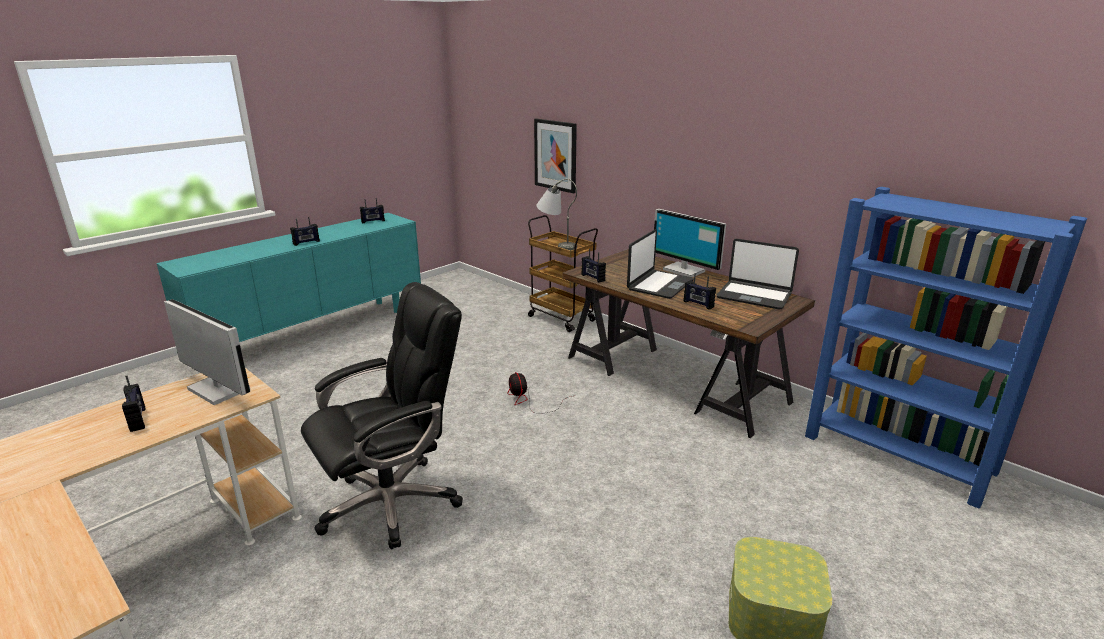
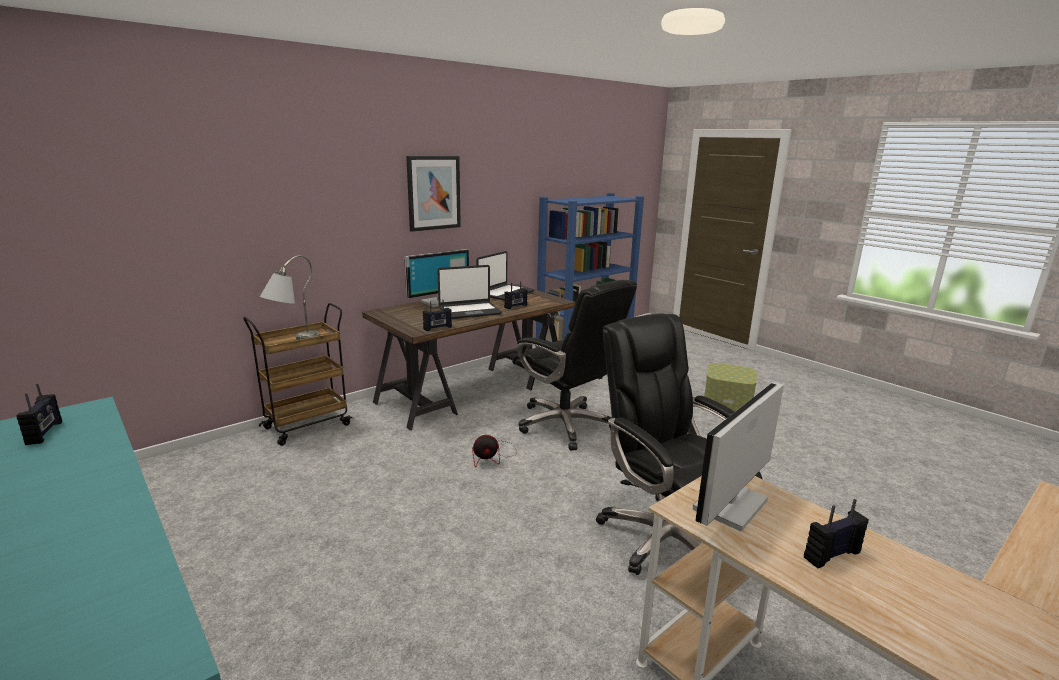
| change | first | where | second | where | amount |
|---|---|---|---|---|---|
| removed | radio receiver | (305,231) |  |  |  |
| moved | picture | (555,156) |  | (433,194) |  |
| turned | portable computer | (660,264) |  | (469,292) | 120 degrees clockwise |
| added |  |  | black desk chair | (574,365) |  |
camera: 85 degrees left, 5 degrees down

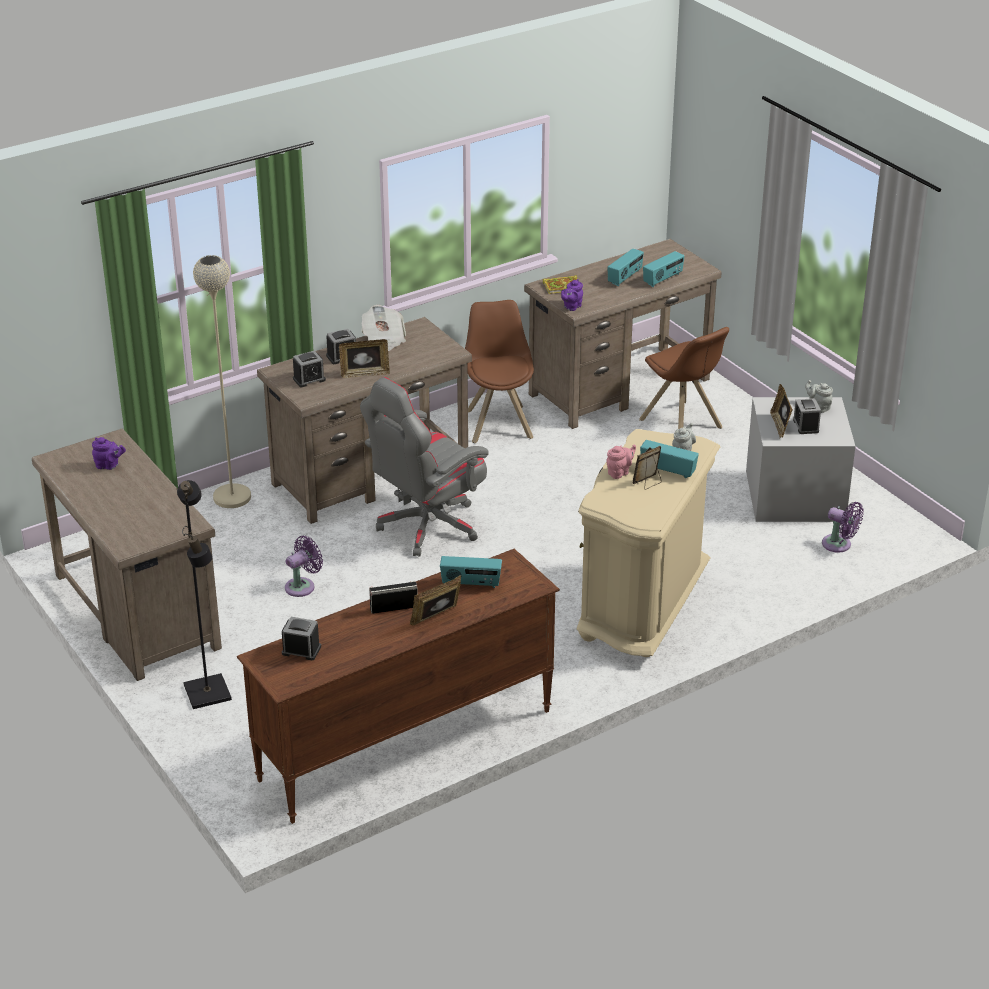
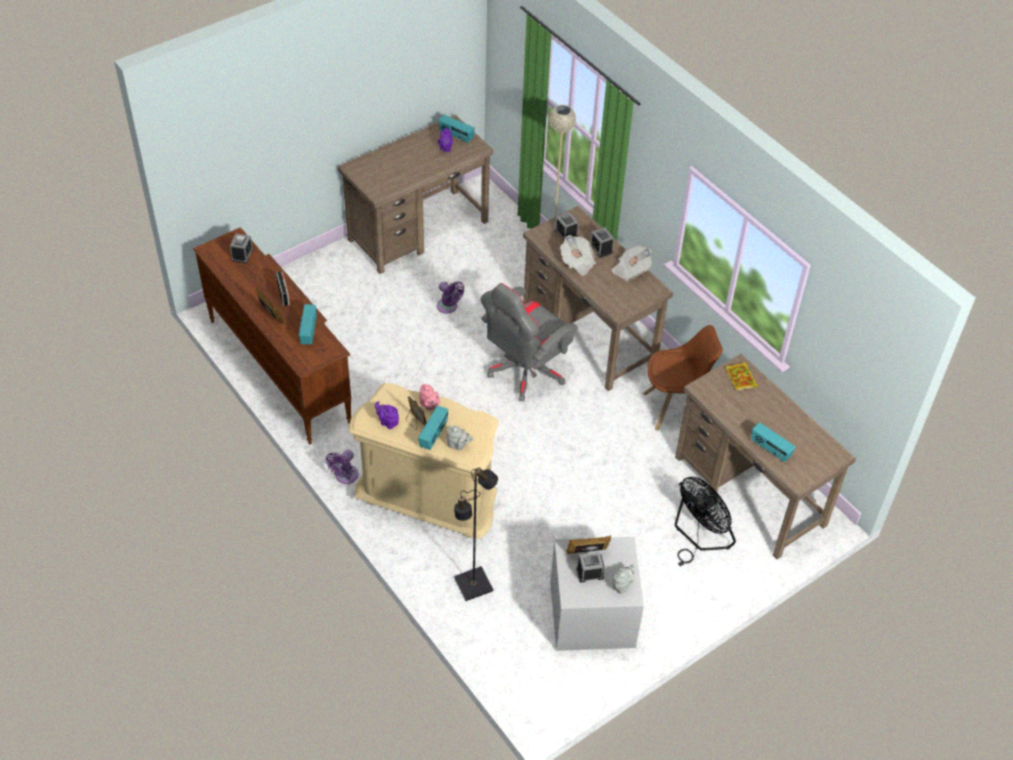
| change | first | where | second | where | amount |
|---|---|---|---|---|---|
| moved | black standing lamp | (204,594) |  | (476,534) |  |
| replaced | photo frame | (364,358) | printed paper | (578,255) |  |
| turned | grey desk chair | (424,466) |  | (529,342) | 90 degrees counterclockwise |
| moved | purple tea pot | (572,295) |  | (387,415) |  |
| moved | radio receiver | (626,267) |  | (457,129) |  |
| replaced | brownish upright chair | (684,378) | black cooling fan | (705,521) |  |
| moved | purple cooling fan | (843,527) |  | (342,467) |  |
camera: 85 degrees right, 15 degrees up

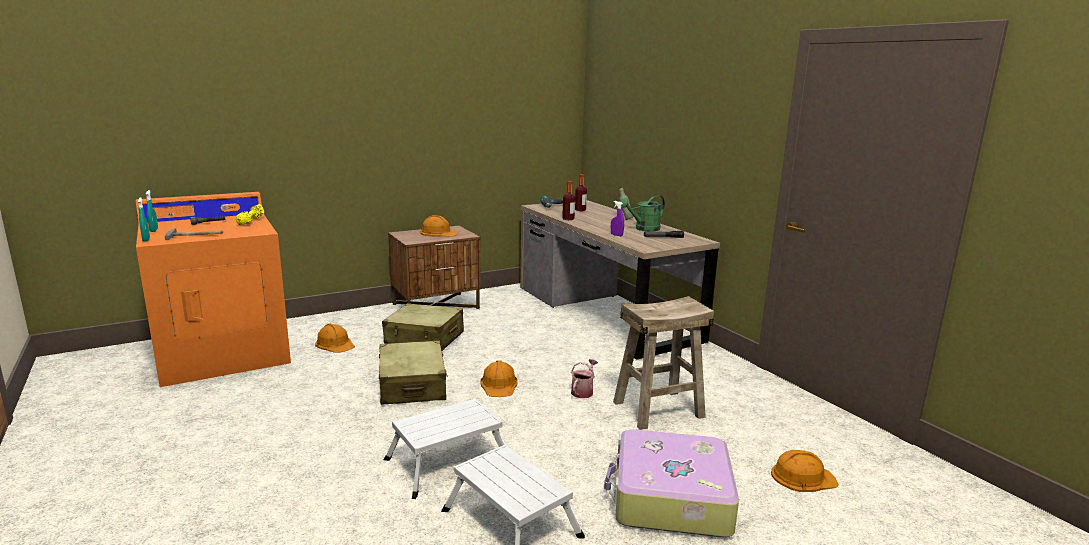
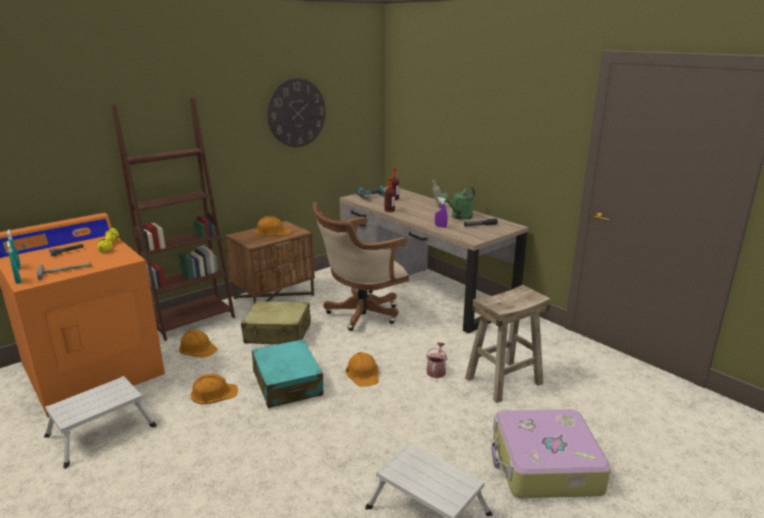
| change | first | where | second | where | amount |
|---|---|---|---|---|---|
| recoloured | beige travel case | (413,372) | turquoise-coloured travel case | (287,373) |  |
| moved | white step stool | (443,448) |  | (100,422) |  |
| moved | orangey safety helmet | (805,471) |  | (214,389) |  |
| added |  |  | brownish bookshelf | (173,219) |  |
| added |  |  | clock on the wall | (296,112) |  |
| added |  |  | desk chair | (360,266) |  |
camera: 10 degrees left, 5 degrees up

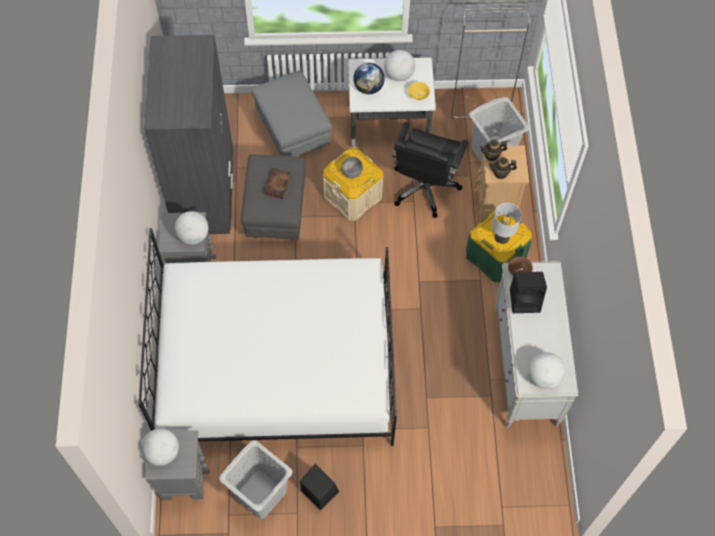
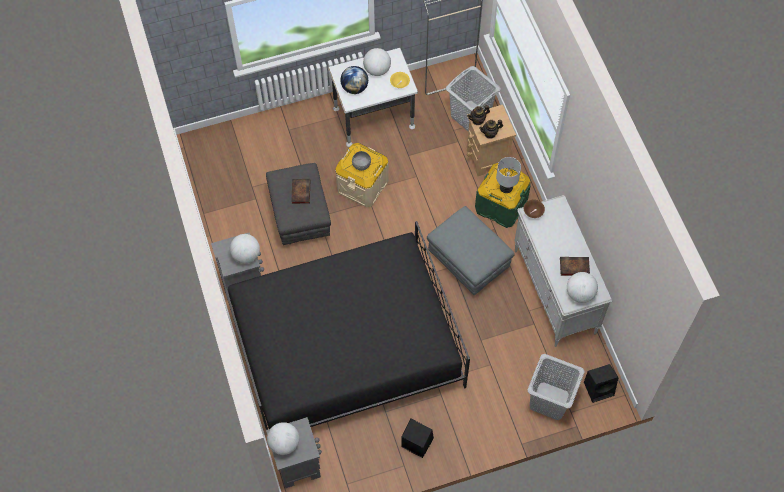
| change | first | where | second | where | amount |
|---|---|---|---|---|---|
| recoloured | white bedroom bed | (267,337) | black bedroom bed | (343,325) |  |
| removed | grey wardrobe | (188,134) |  |  |  |
| moved | grey washing basket | (256,479) |  | (556,387) |  |
| moved | grey pouffe | (291,113) |  | (471,251) |  |
| removed | black desk chair | (430,170) |  |  |  |
| moved | black audio speaker | (528,292) |  | (601,383) |  |
| added |  |  | volume | (575,266) |  |
camera: 15 degrees left, 0 degrees up

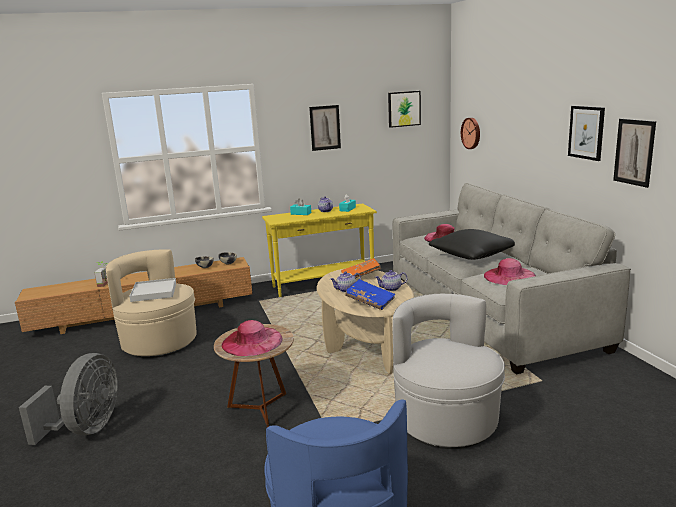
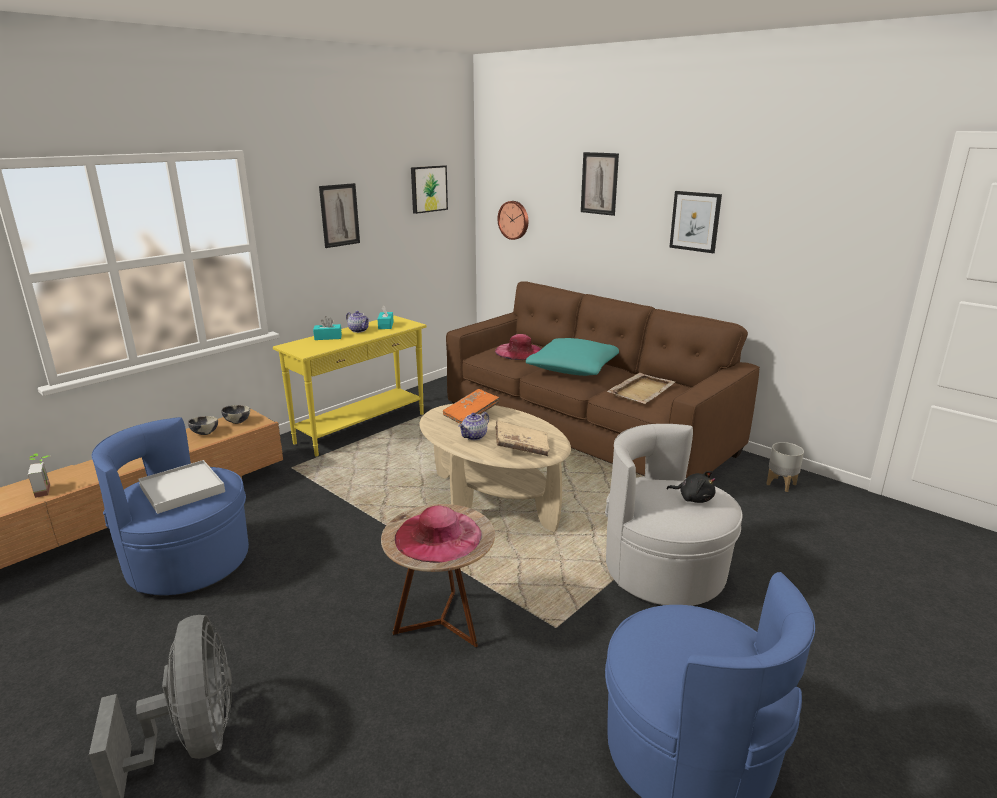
| change | first | where | second | where | amount |
|---|---|---|---|---|---|
| recoloured | beige lounge chair | (151,303) | bluish lounge chair | (170,507) |  |
| recoloured | bluish volume | (370,294) | beige volume | (522,438) |  |
| removed | tea pot | (391,280) |  |  |  |
| recoloured | grey settee | (511,278) | brownish settee | (603,379) |  |
| recoloured | black pillow | (472,244) | turquoise-coloured pillow | (572,357) |  |
| replaced | pinkish clothing hat | (510,271) | beige serving tray | (641,388) |  |
| moved | picture | (634,153) |  | (600,184) |  |
| added |  |  | black plush toy | (691,487) |  |
| added |  |  | grey plant pot | (785,467) |  |
camera: 30 degrees left, 5 degrees up

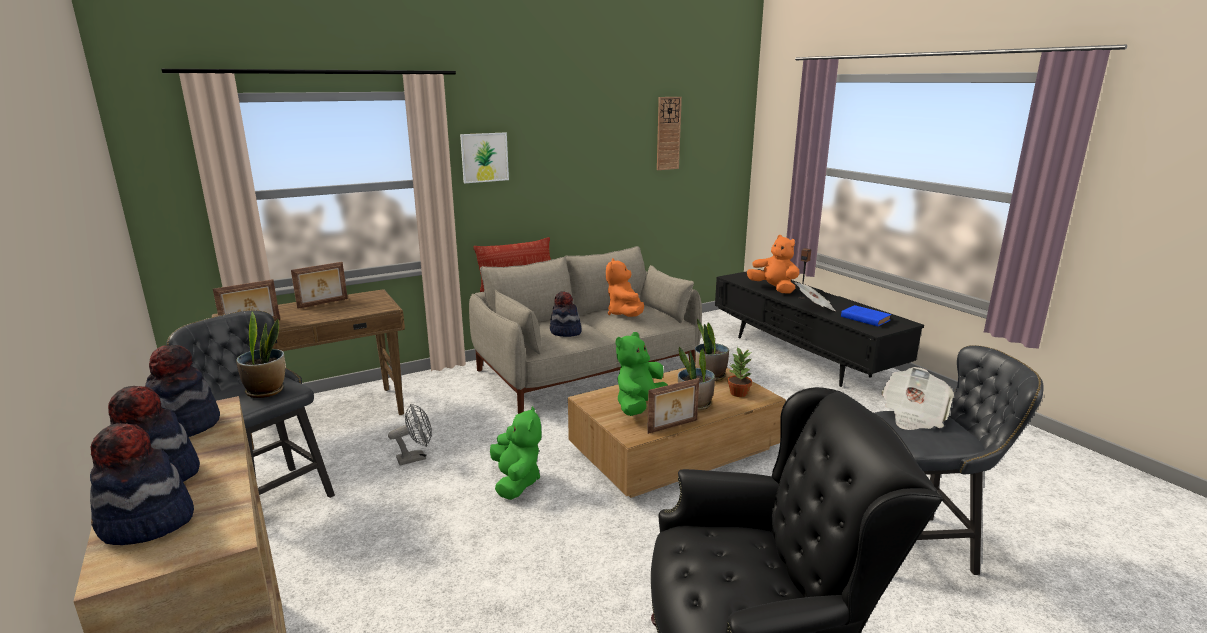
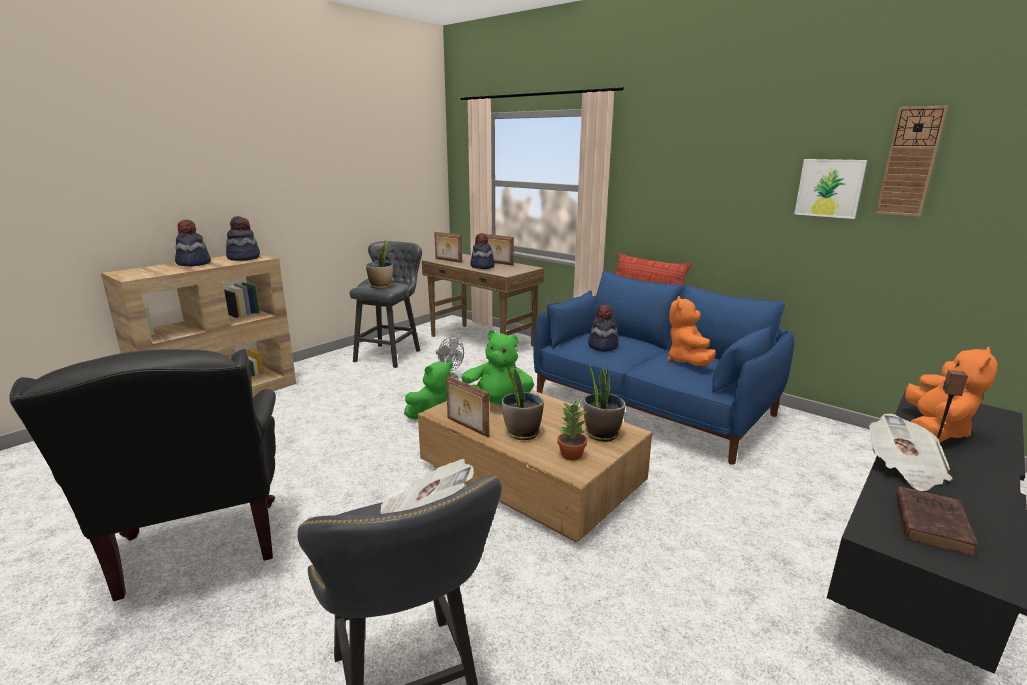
| change | first | where | second | where | amount |
|---|---|---|---|---|---|
| moved | clothing hat | (142,484) |  | (482,251) |  |
| moved | picture | (484,157) |  | (830,189) |  |
| recoloured | beige settee | (585,330) | bluish settee | (663,367) |  |
| turned | orangey plush toy | (625,287) |  | (691,331) | 60 degrees counterclockwise |
| recoloured | bluish volume | (866,315) | brownish volume | (937,521) |  |
camera: 70 degrees right, 0 degrees up

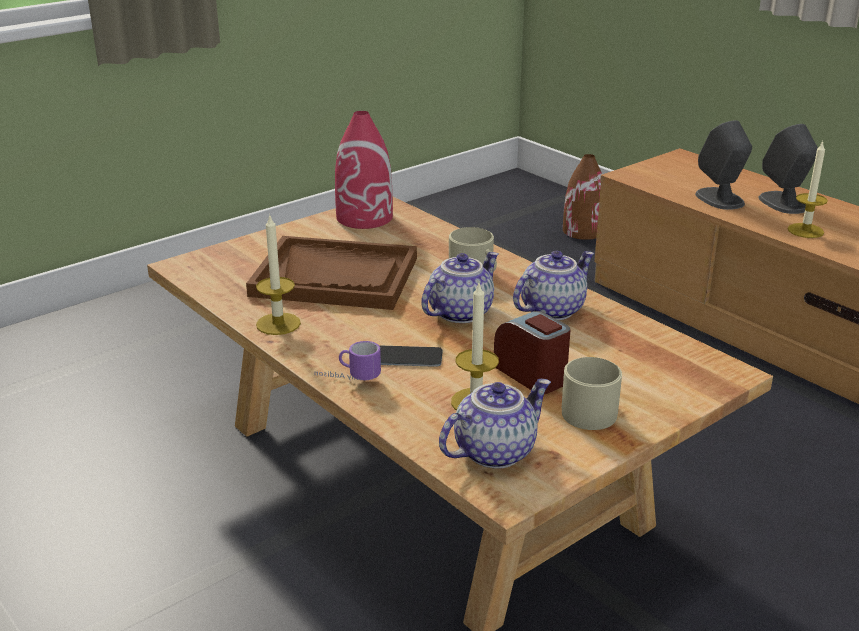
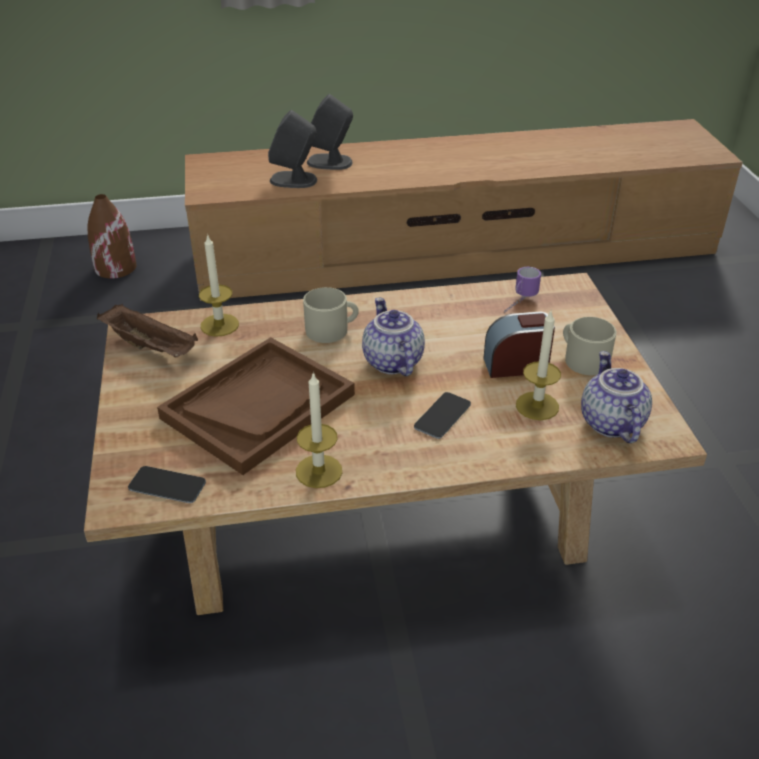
| change | first | where | second | where | amount |
|---|---|---|---|---|---|
| moved | coffee mug | (347,361) |  | (522,290) |  |
| replaced | red vase | (364,170) | brownish serving tray | (147,330) |  |
| removed | tea pot | (553,285) |  |  |  |
| moved | candle | (808,189) |  | (219,285) |  |
| added |  |  | handset | (167,484) |  |
camera: 60 degrees left, 10 degrees up

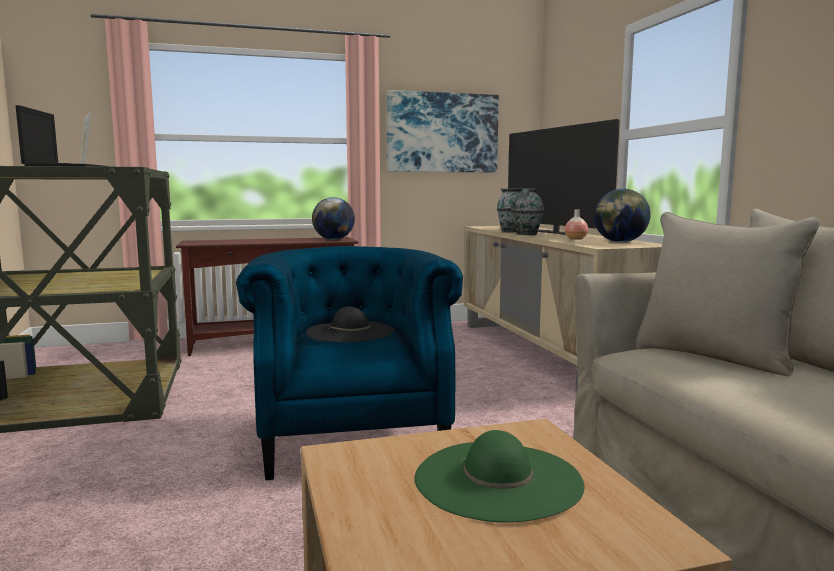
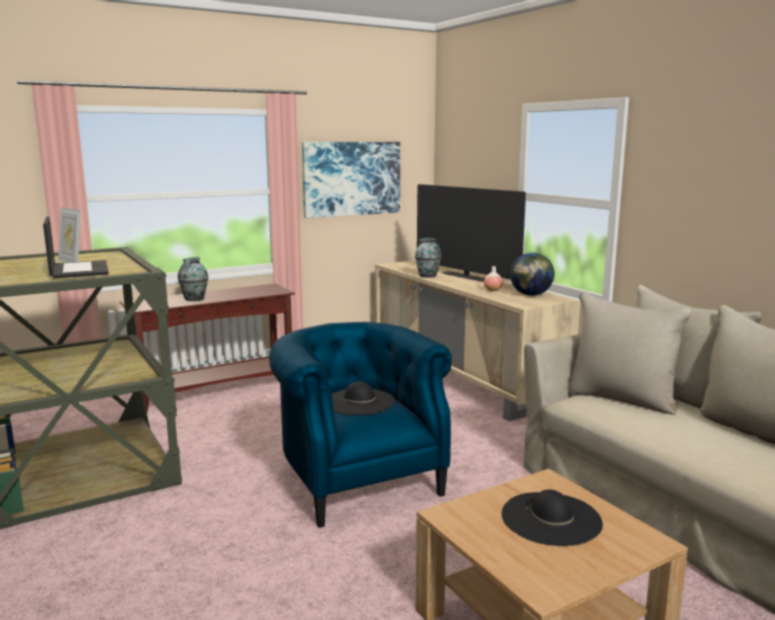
| change | first | where | second | where | amount |
|---|---|---|---|---|---|
| removed | desk globe | (333,218) |  |  |  |
| recoloured | green-coloured clothing hat | (499,476) | black clothing hat | (552,517) |  |
| moved | vase | (527,211) |  | (193,279) |  |
camera: 15 degrees left, 5 degrees up

